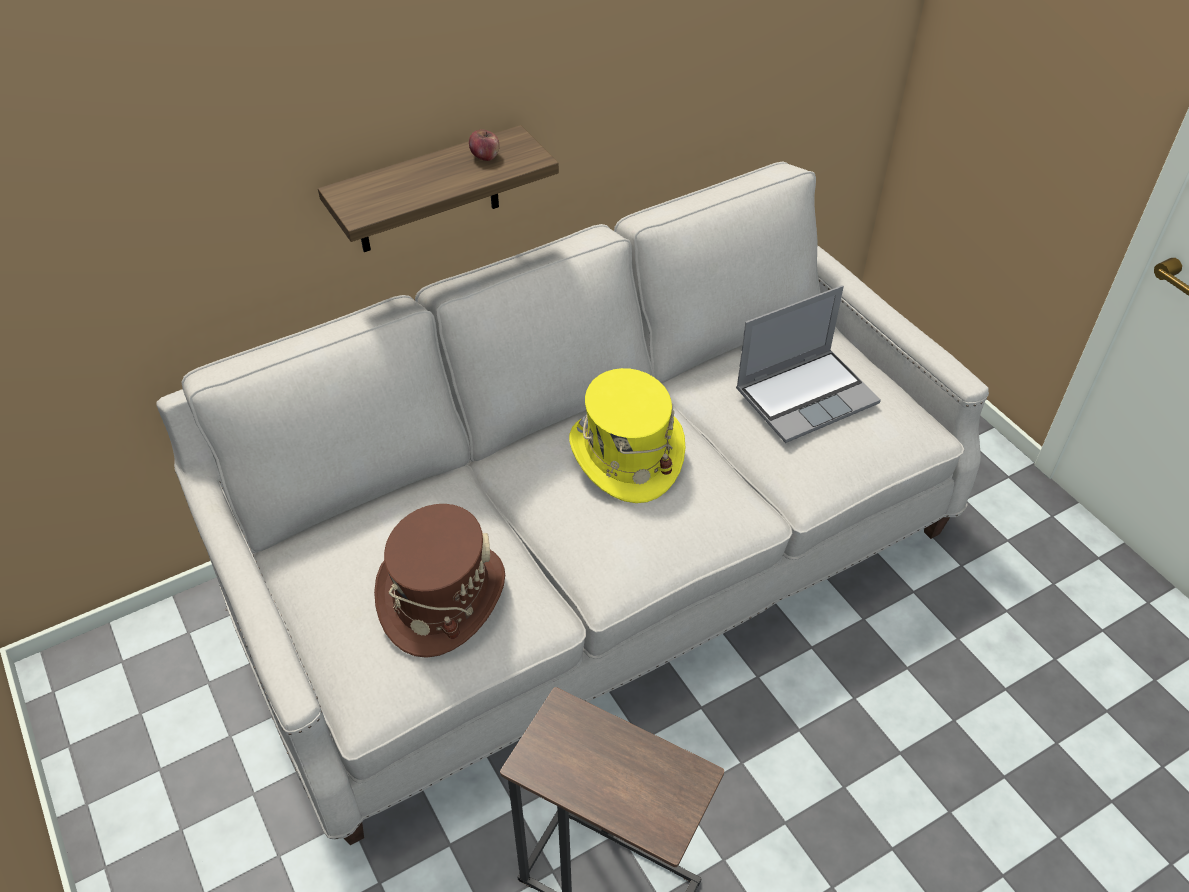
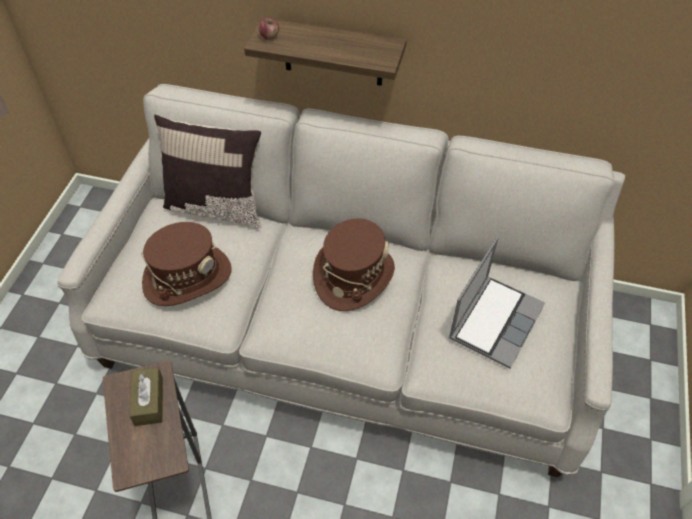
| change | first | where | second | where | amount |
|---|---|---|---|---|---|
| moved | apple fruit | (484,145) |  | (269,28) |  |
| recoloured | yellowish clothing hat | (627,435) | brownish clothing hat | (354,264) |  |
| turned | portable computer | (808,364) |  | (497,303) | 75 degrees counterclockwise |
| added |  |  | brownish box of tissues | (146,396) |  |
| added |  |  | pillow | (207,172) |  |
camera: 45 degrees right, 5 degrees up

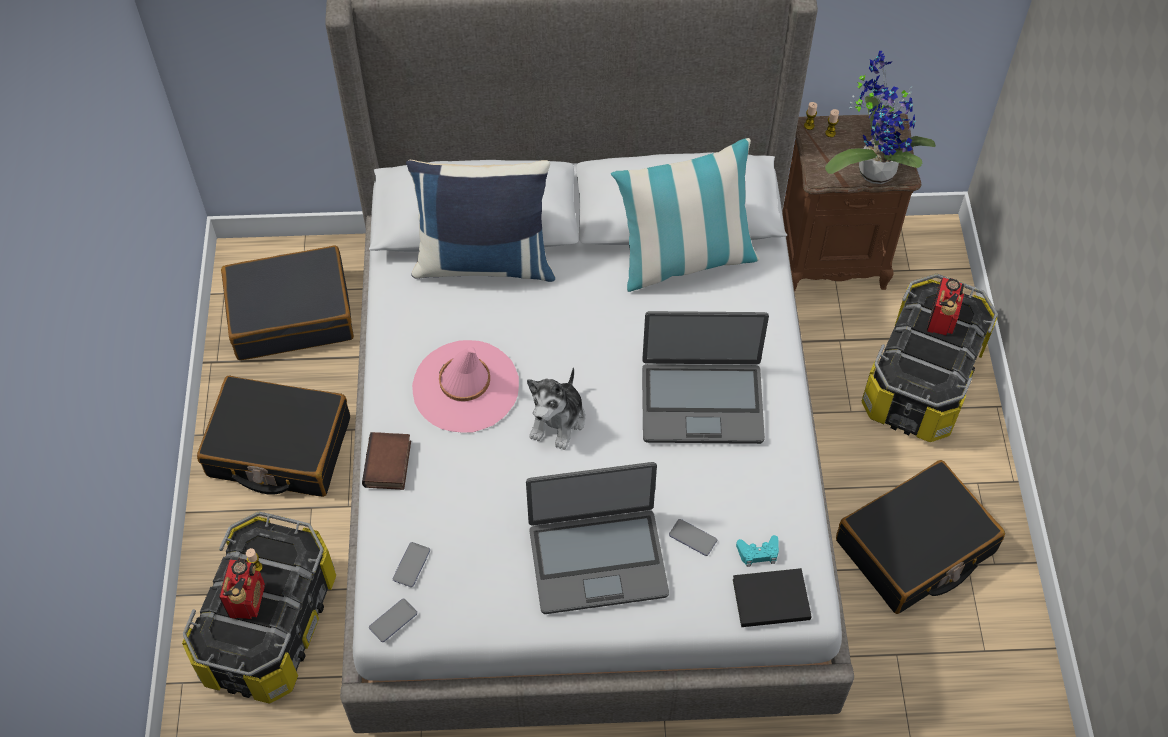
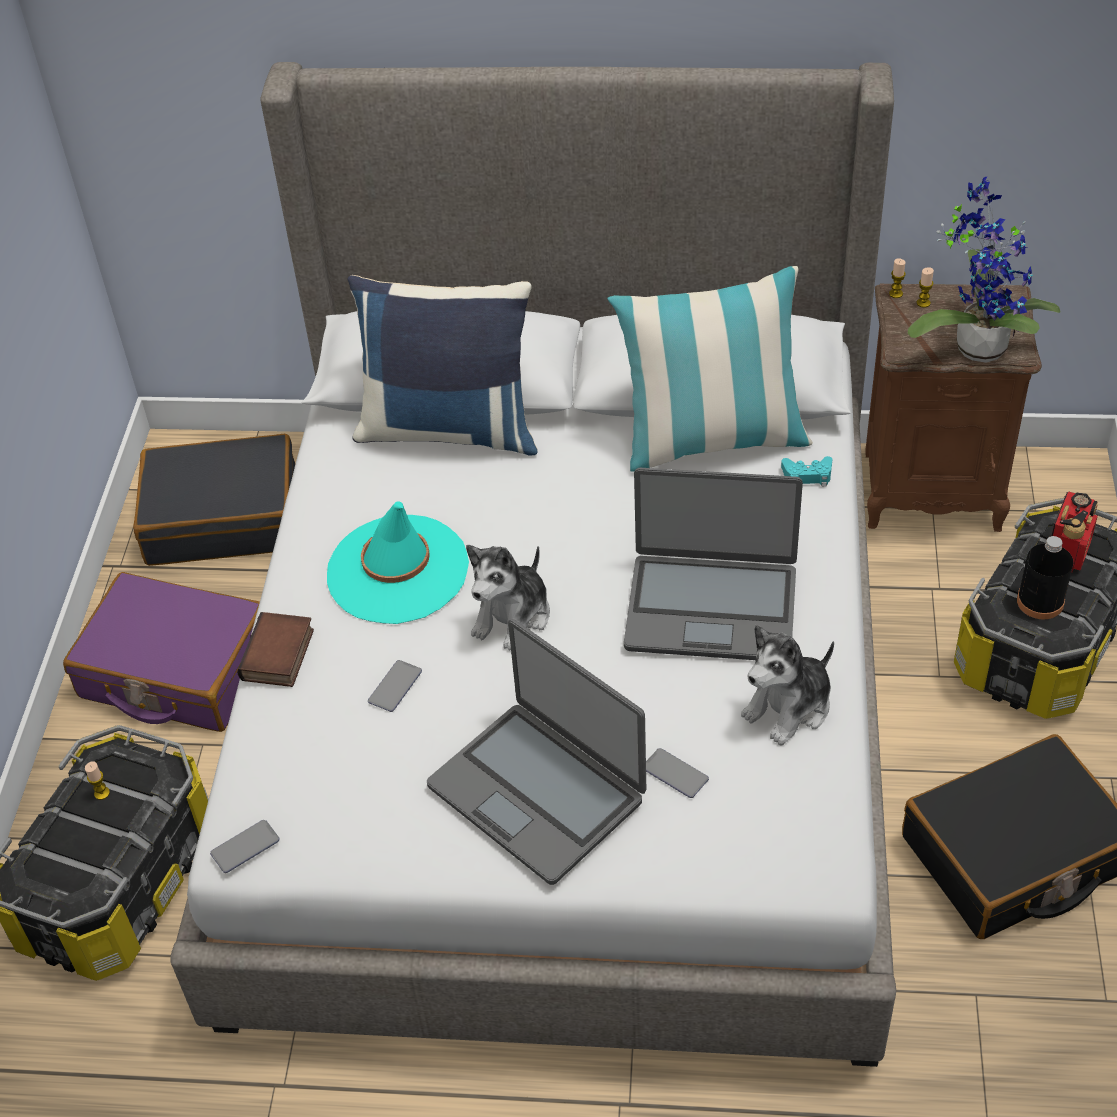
| change | first | where | second | where | amount |
|---|---|---|---|---|---|
| recoloured | black travel case | (273,436) | purple travel case | (161,652) |  |
| removed | radio receiver | (242,588) |  |  |  |
| moved | handset | (411,564) |  | (395,686) |  |
| recoloured | pinkish clothing hat | (465,386) | turquoise-coloured clothing hat | (398,562) |  |
| turned | portable computer | (597,538) |  | (536,752) | 45 degrees clockwise |
| removed | black volume | (772,597) |  |  |  |
| moved | turquoise-coloured gamepad | (757,551) |  | (806,471) |  |
| added |  |  | plush toy | (787,685) |  |
| added |  |  | black drink bottle | (1045,577) |  |
camera: 10 degrees right, 10 degrees down

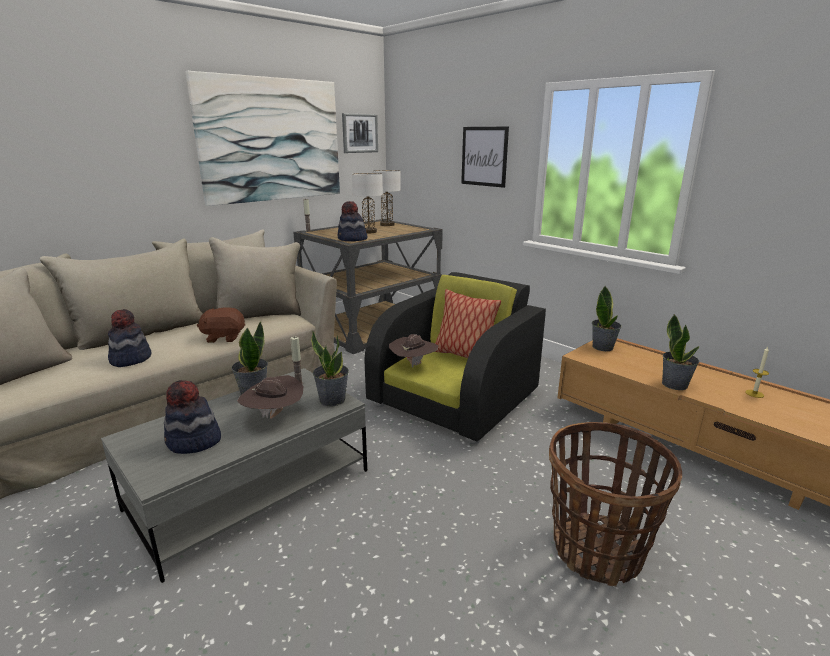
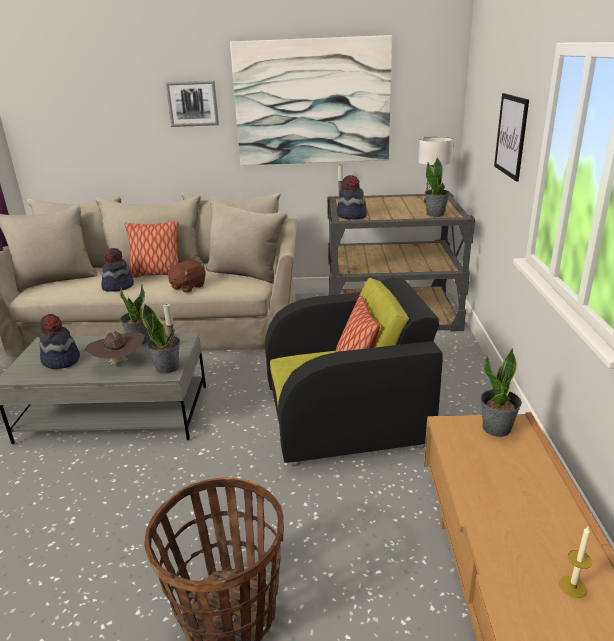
| change | first | where | second | where | amount |
|---|---|---|---|---|---|
| turned | brownish plush toy | (221,325) |  | (186,276) | 90 degrees counterclockwise |
| moved | picture | (360,133) |  | (192,103) |  |
| removed | tabletop lamp | (367,203) |  |  |  |
| removed | brownish clothing hat | (413,351) |  |  |  |
| moved | plant in a pot | (681,352) |  | (437,187) |  |
| added |  |  | pillow | (151,249) |  |
camera: 45 degrees right, 5 degrees up

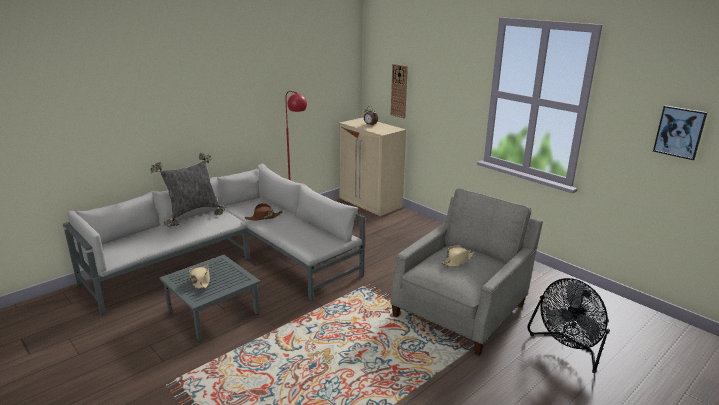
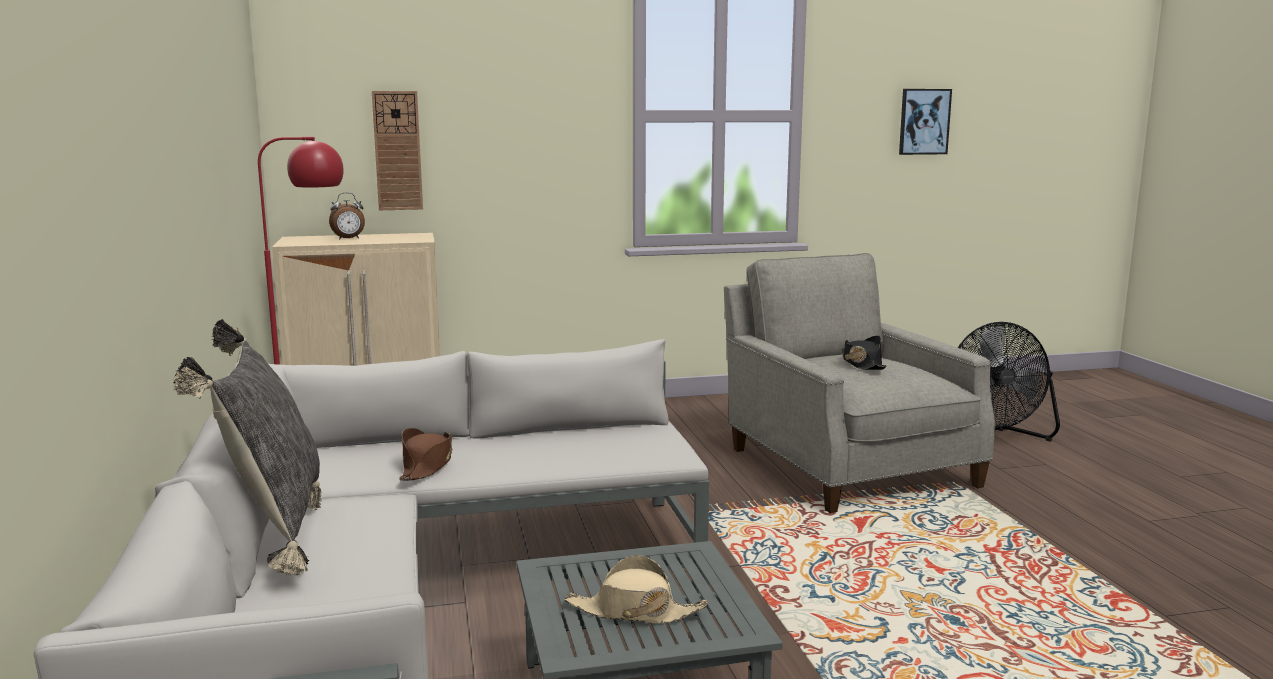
| change | first | where | second | where | amount |
|---|---|---|---|---|---|
| recoloured | beige clothing hat | (457,256) | black clothing hat | (864,352) |  |
camera: 60 degrees left, 10 degrees down

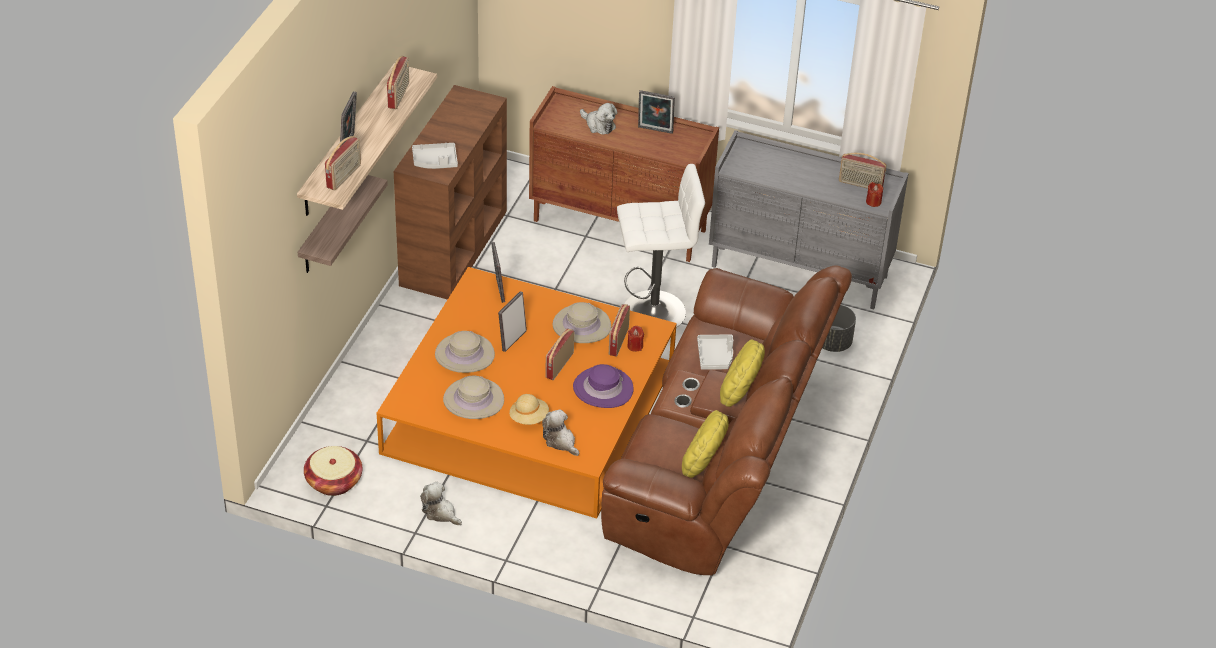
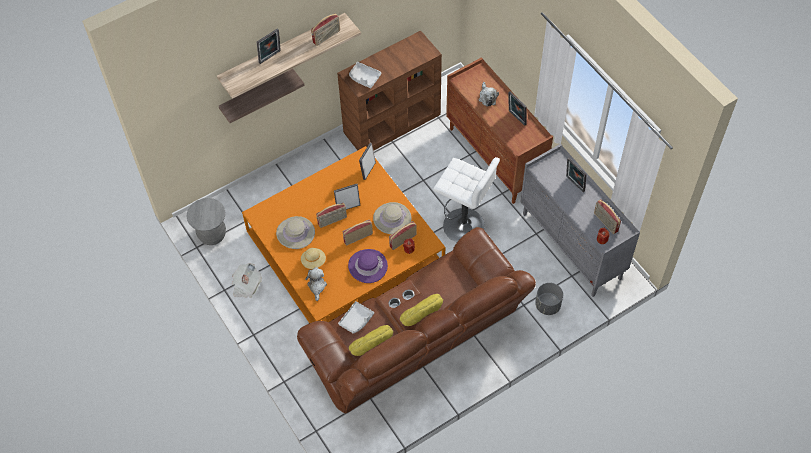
| change | first | where | second | where | amount |
|---|---|---|---|---|---|
| replaced | basket | (333,471) | grey stool seat | (206,221) |  |
| moved | radio receiver | (343,163) |  | (331,215) |  |
| replaced | plush toy | (441,503) | printed paper | (247,280) |  |
| removed | beige clothing hat | (465,352) |  |  |  |
| moved | grey serving tray | (715,352) |  | (356,317) |  |
| added |  |  | photo frame | (576,175) |  |
camera: 40 degrees right, 15 degrees up

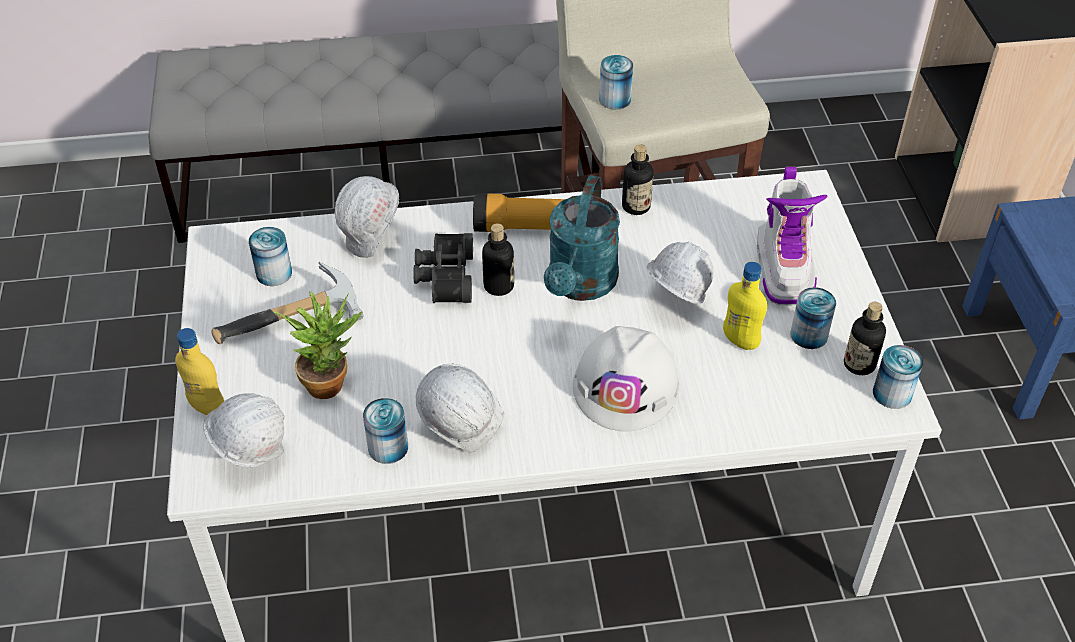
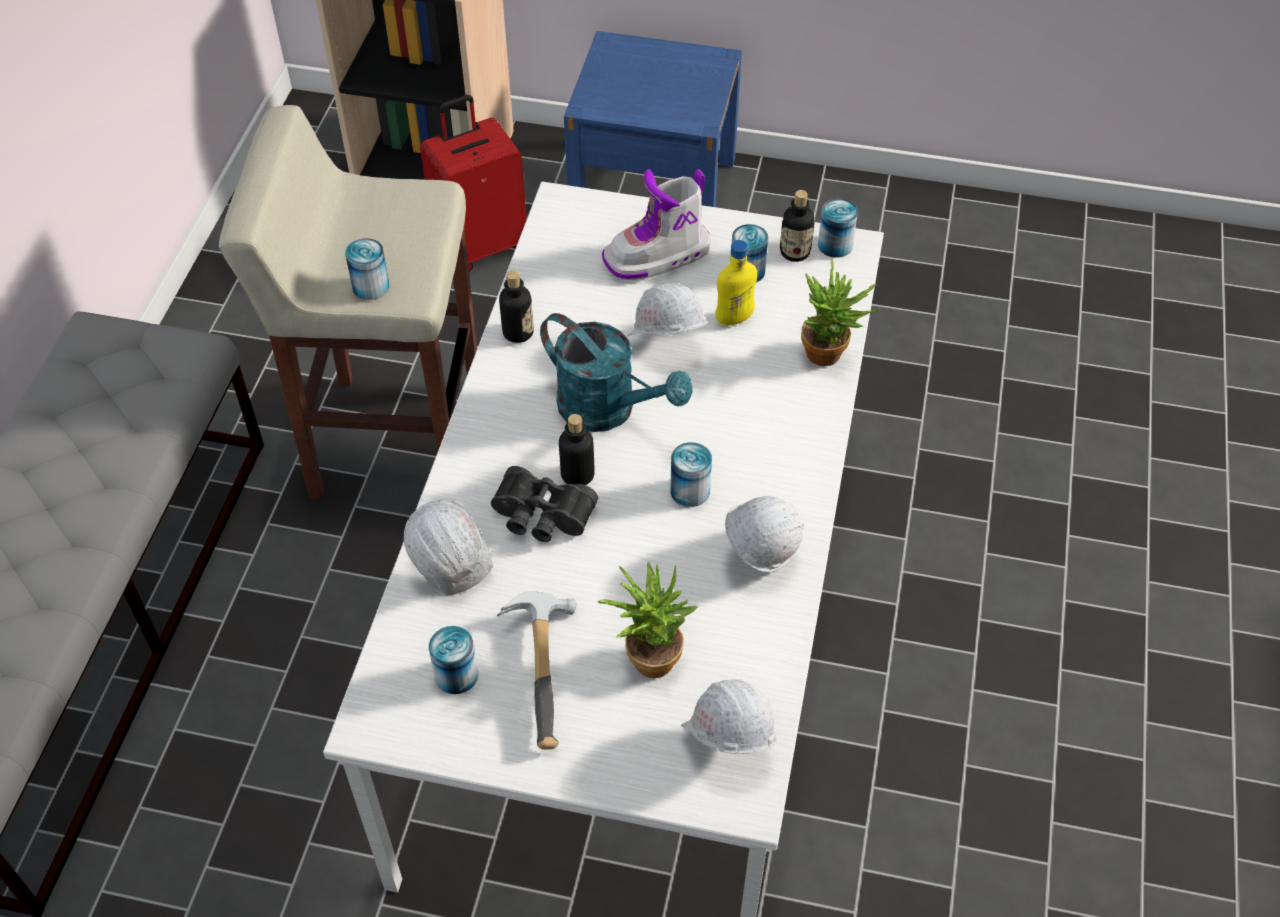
| change | first | where | second | where | amount |
|---|---|---|---|---|---|
| removed | yellowish drink bottle | (199,371) |  |  |  |
| moved | metal can | (385,431) |  | (691,474) |  |
| removed | torch | (519,212) |  |  |  |
| removed | white safety helmet | (626,379) |  |  |  |
| turned | boot | (792,236) |  | (656,224) | 135 degrees clockwise |
| added |  |  | red travel case | (473,183) |  |
| added |  |  | plant in a pot | (841,312) |  |
camera: 70 degrees left, 5 degrees up

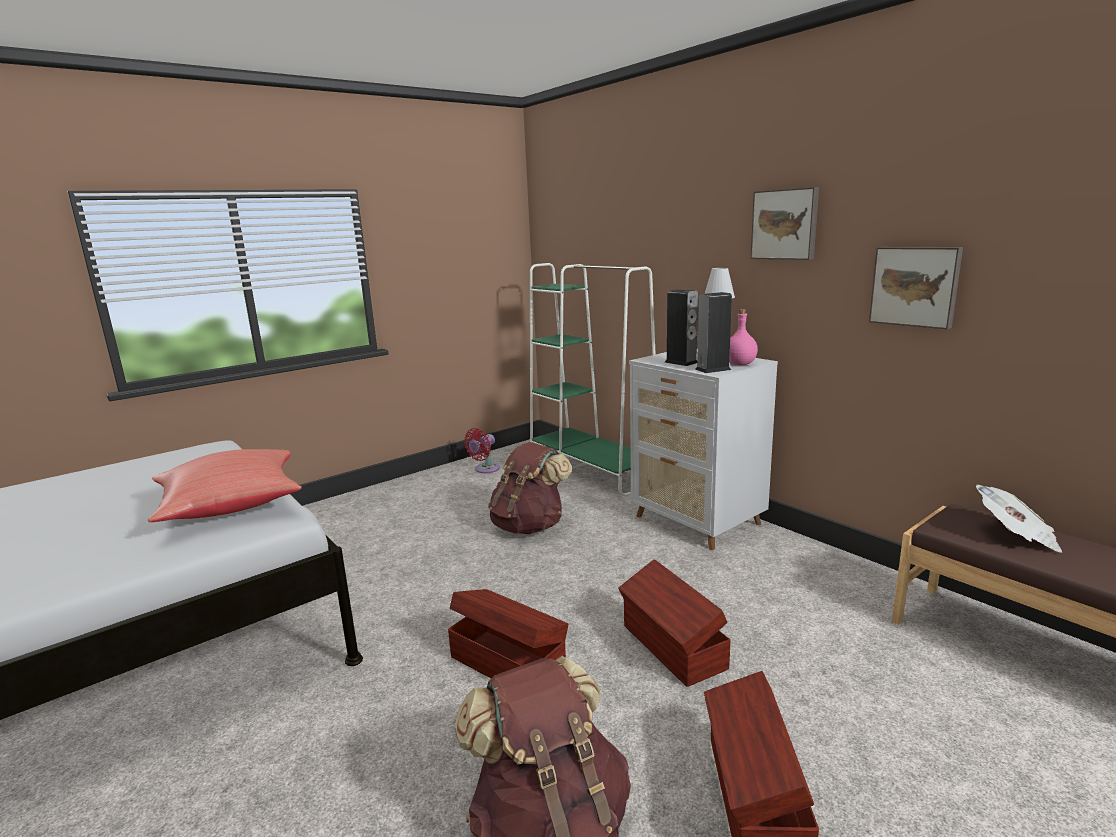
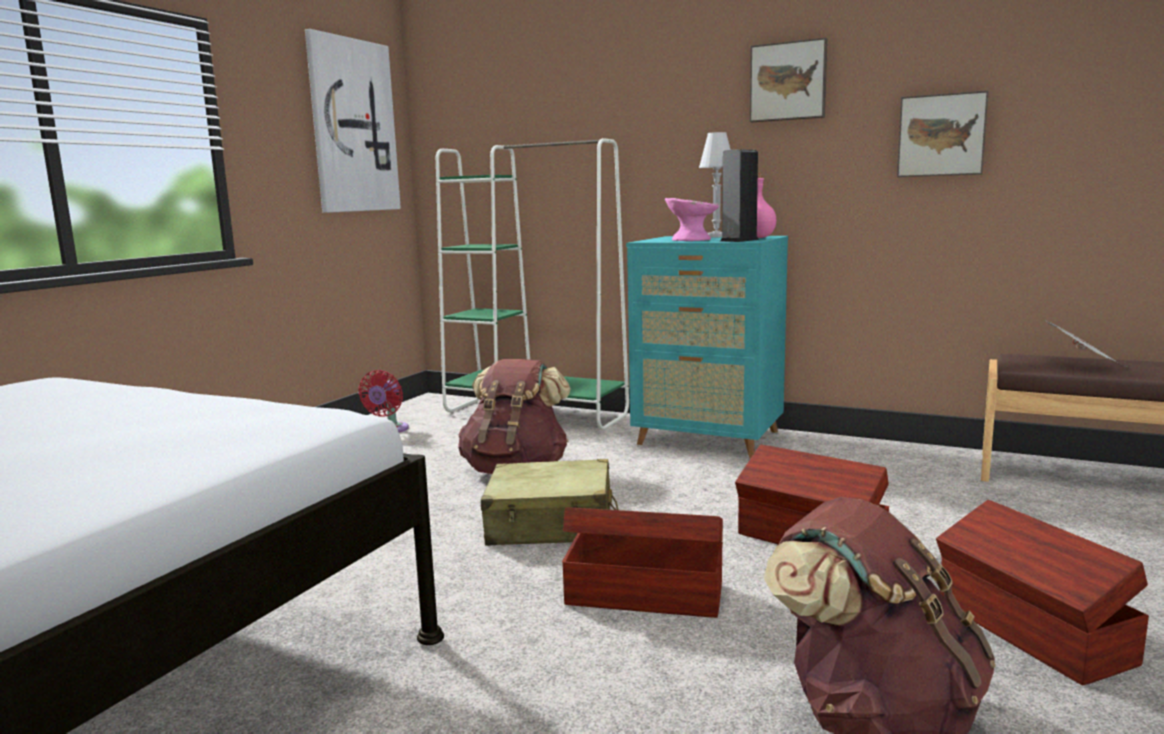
| change | first | where | second | where | amount |
|---|---|---|---|---|---|
| removed | red pillow | (225,485) |  |  |  |
| recoloured | white dresser | (703,450) | turquoise-coloured dresser | (707,347) |  |
| replaced | audio speaker | (681,328) | pinkish bowl | (692,219) |  |
| added |  |  | picture | (353,121) |  |
| added |  |  | beige travel case | (550,502) |  |
camera: 25 degrees left, 5 degrees down

